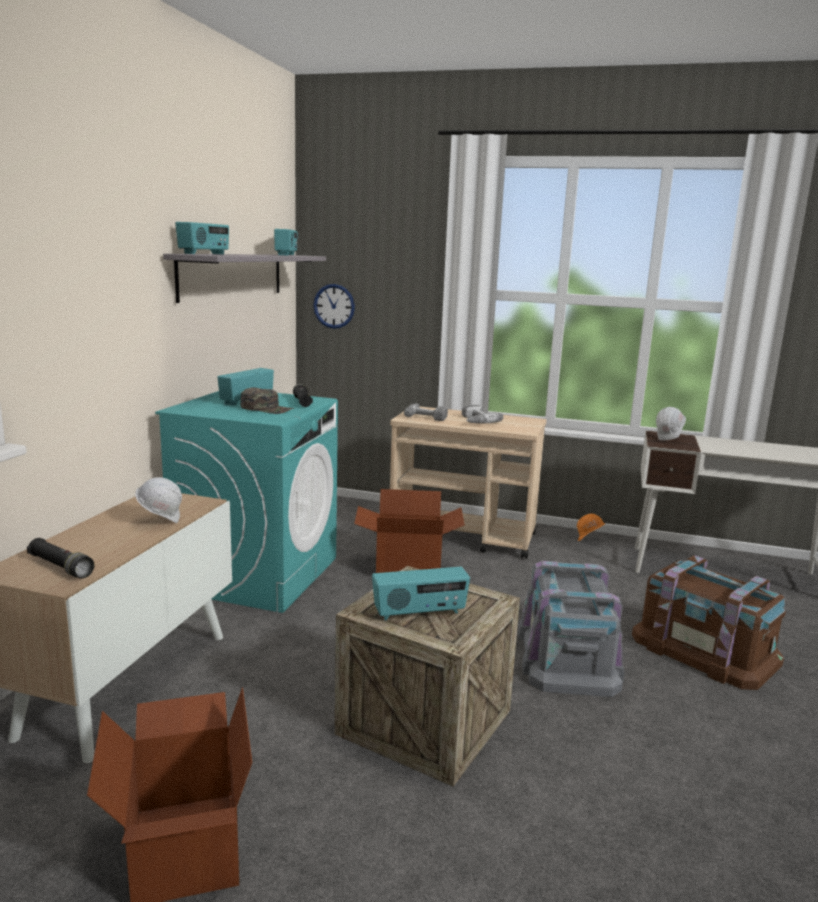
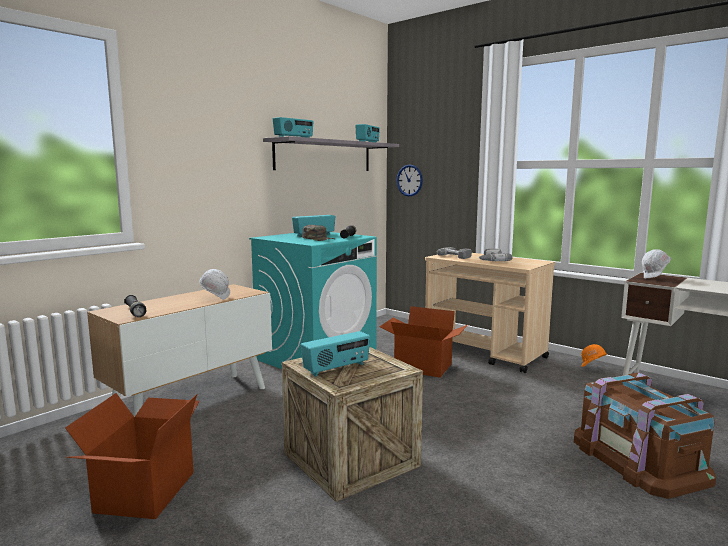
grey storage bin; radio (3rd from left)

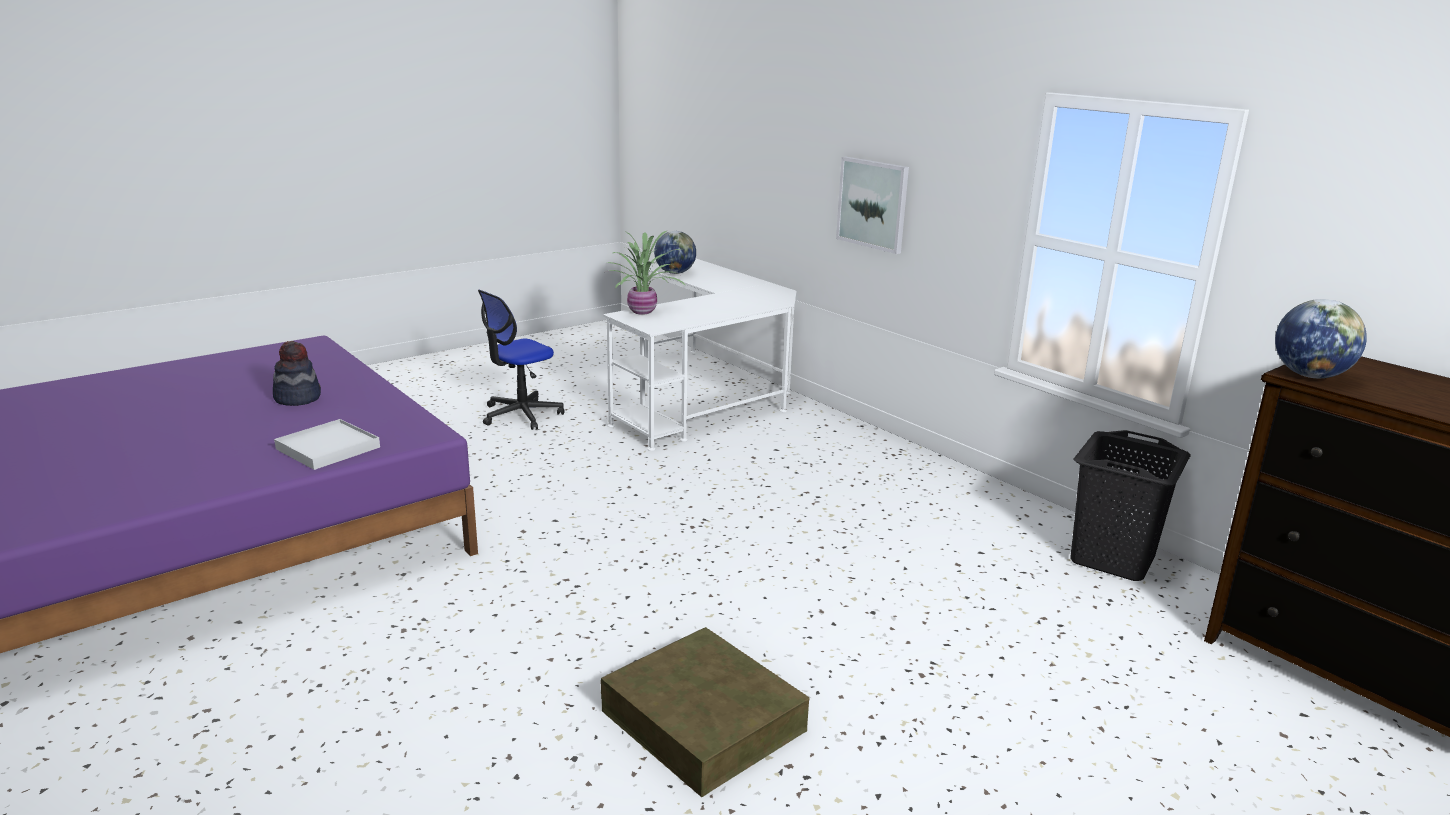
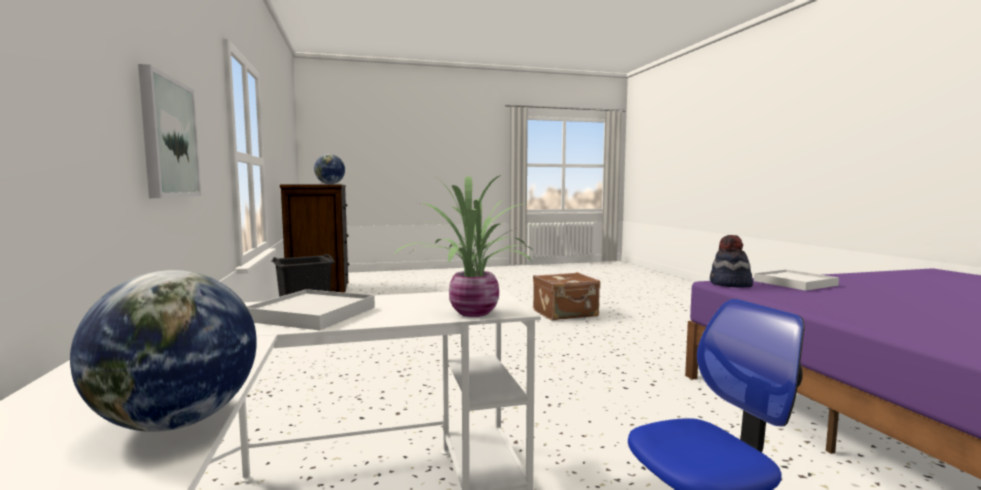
white-coloured tray (1st from left); wearable hat; brownish suitcase

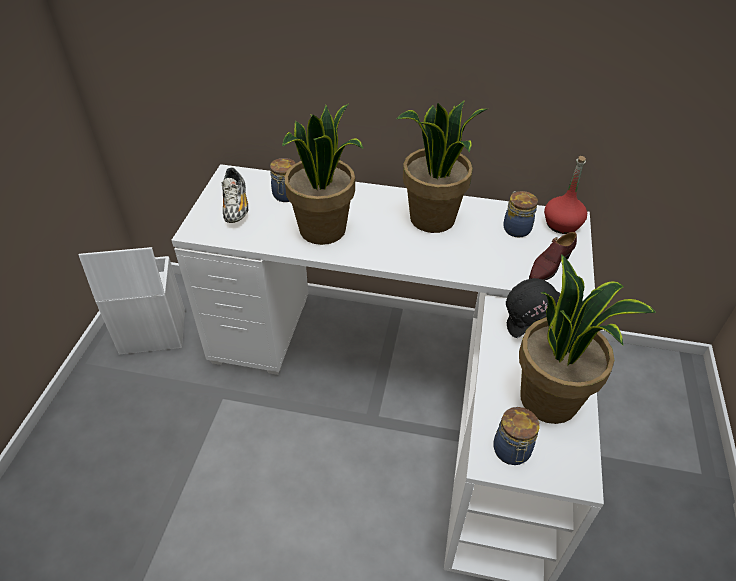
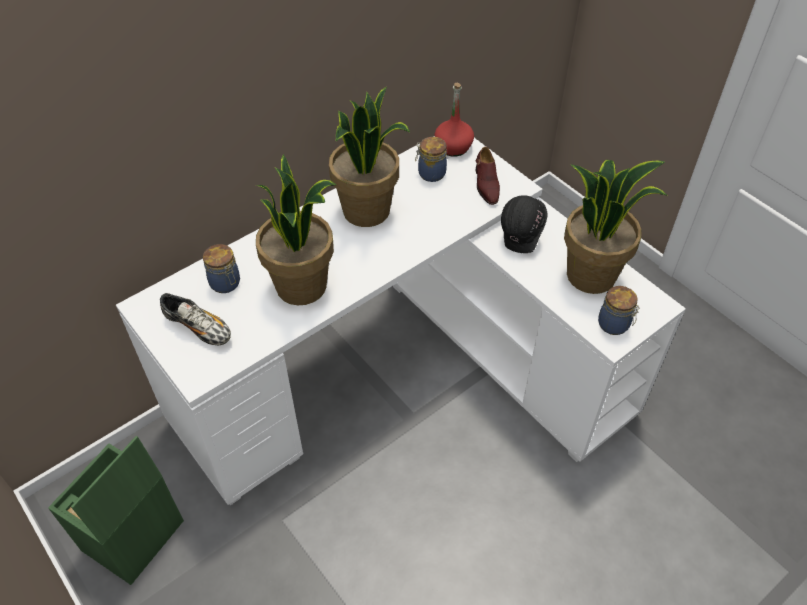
green storage bin

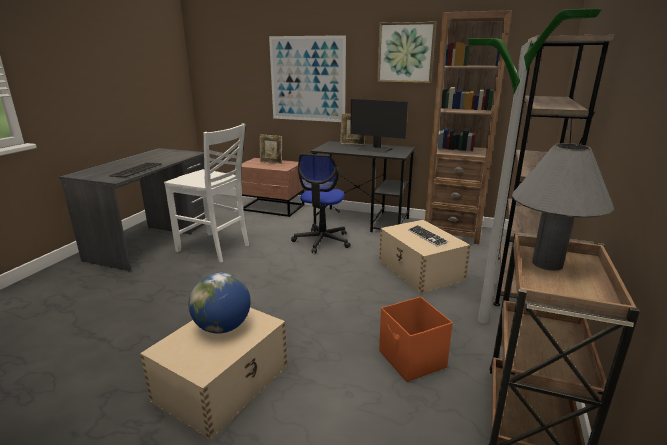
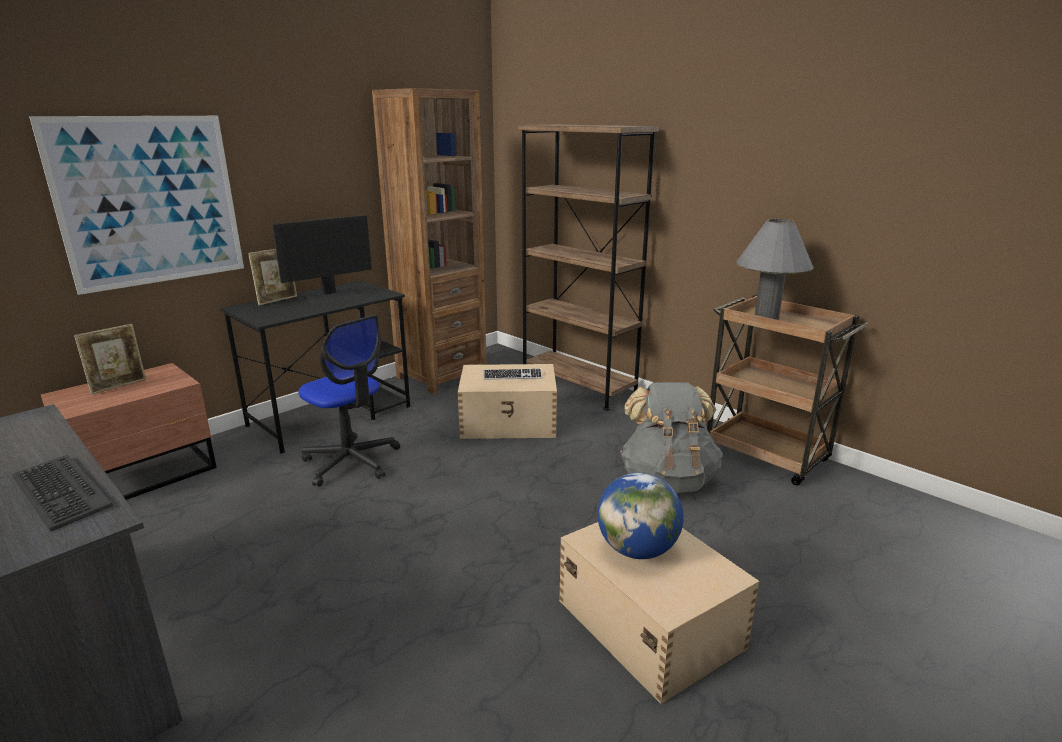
white-coloured upright chair; wall picture (2nd from left in the first image); standard lamp; grey rucksack

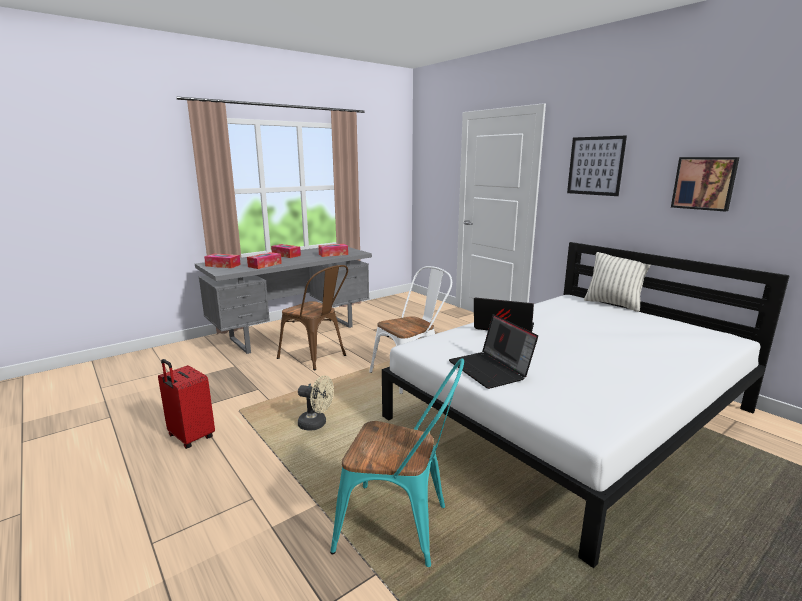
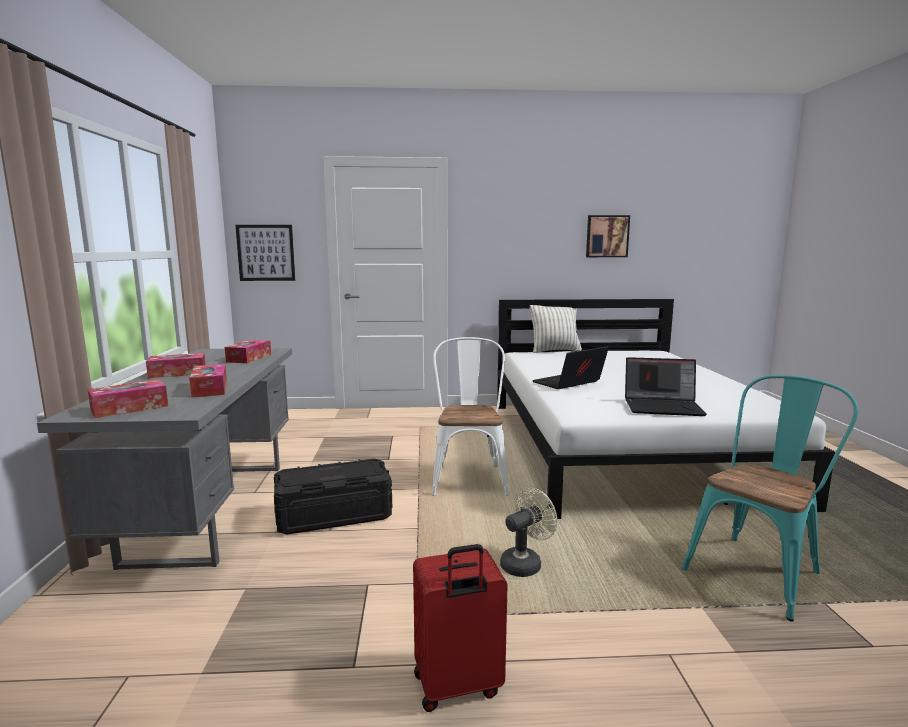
wall picture (1st from left); black-coloured storage bin

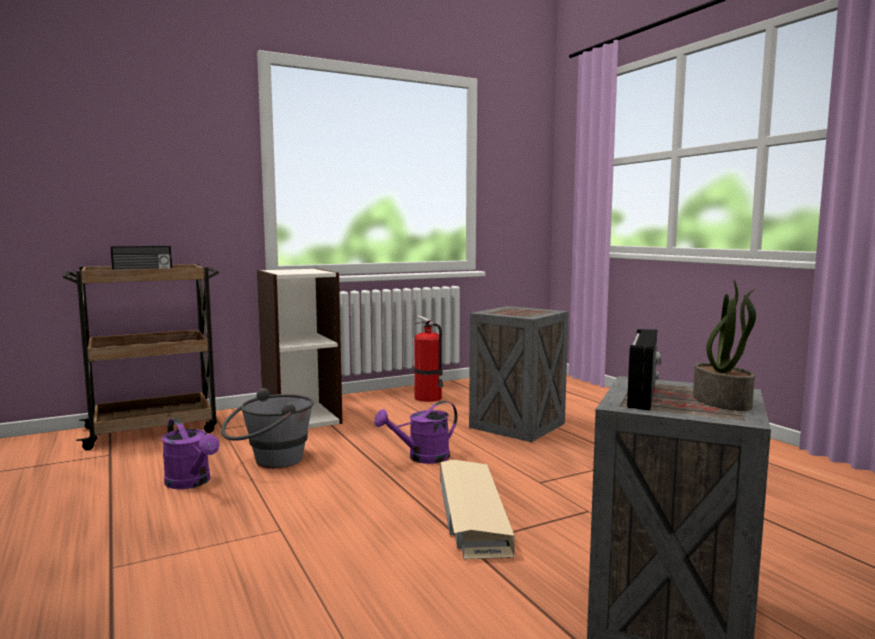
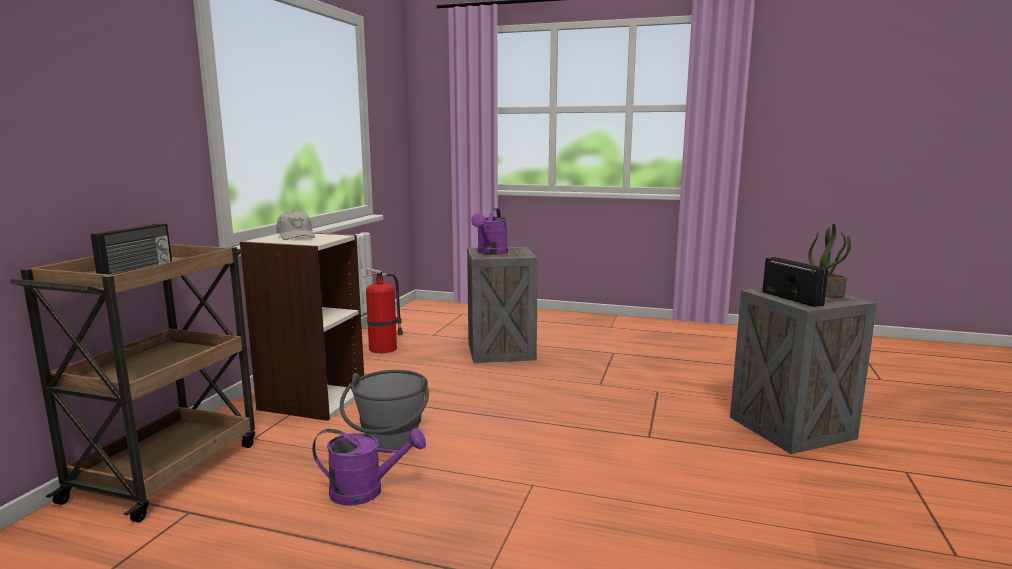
beige storage bin; white-coloured cap; purplish watering can (2nd from left)

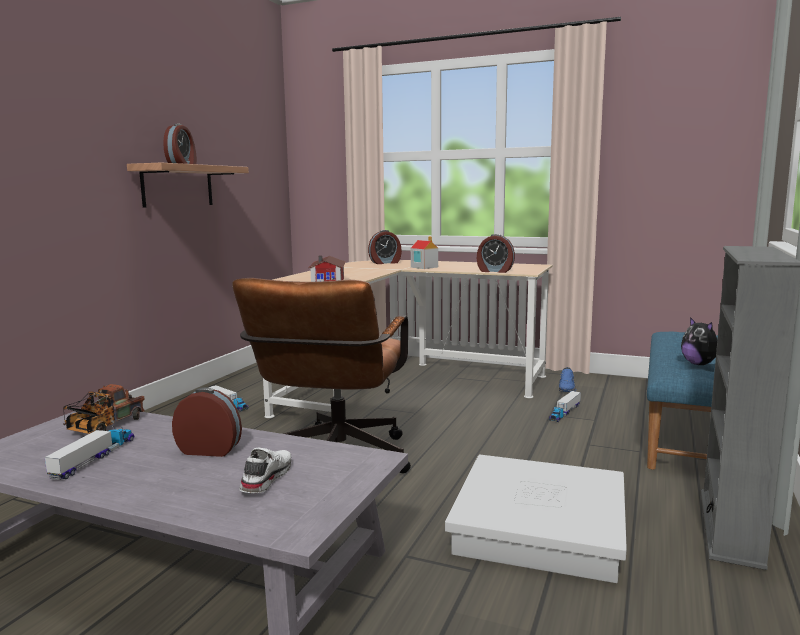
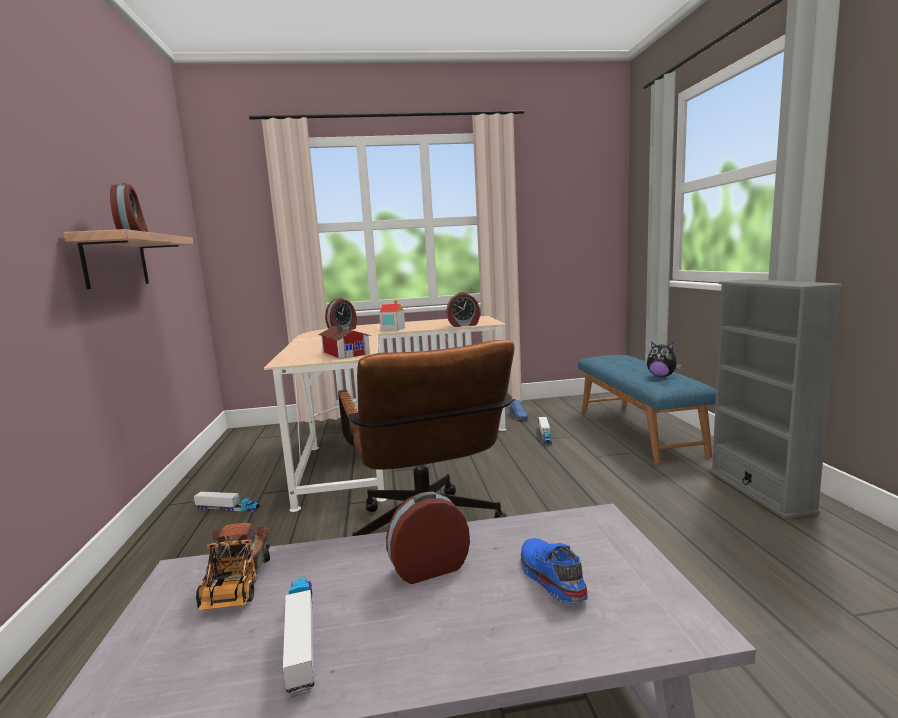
white-coloured storage bin; bluish shoe (2nd from left)

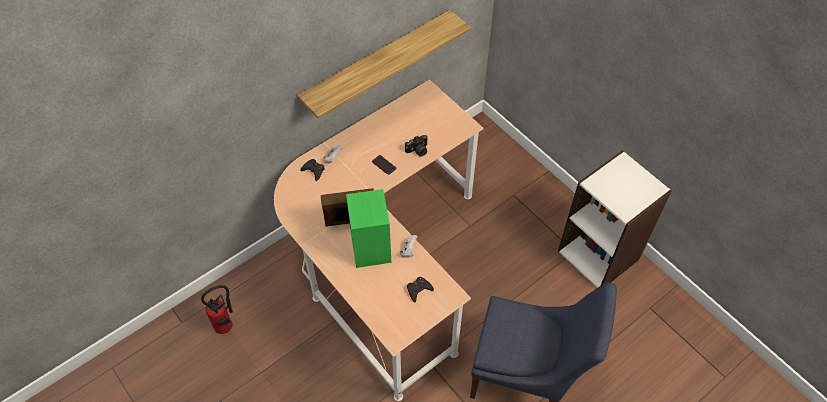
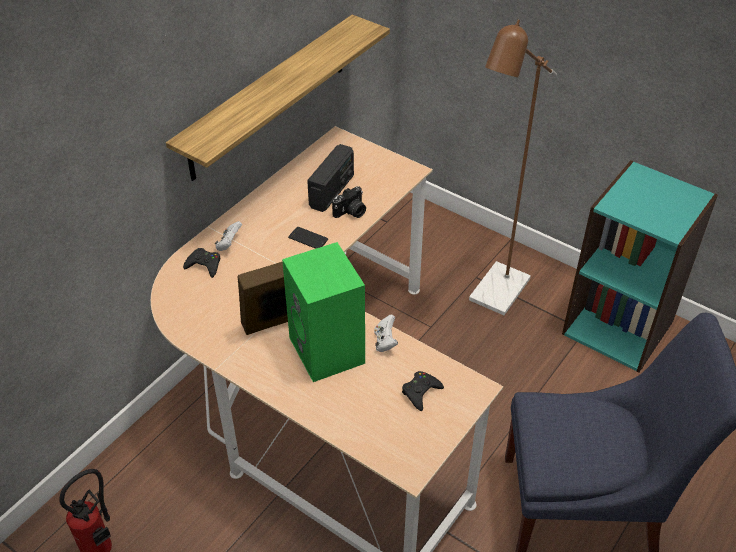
radio; brownish standard lamp; blue-green shelving unit

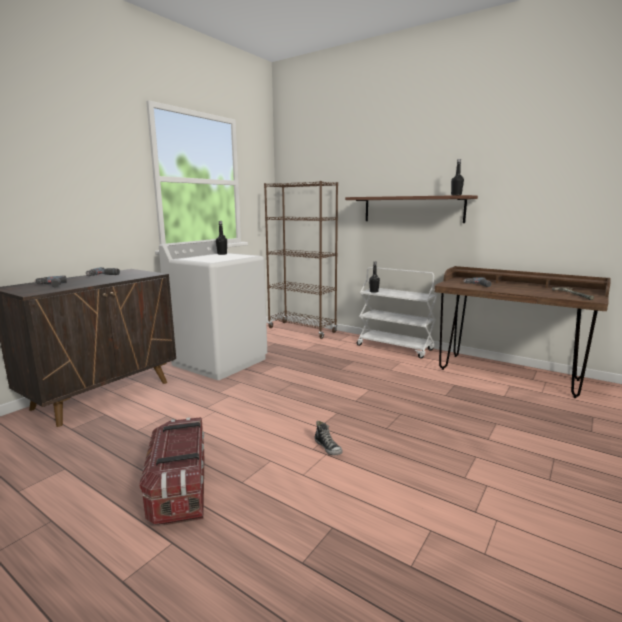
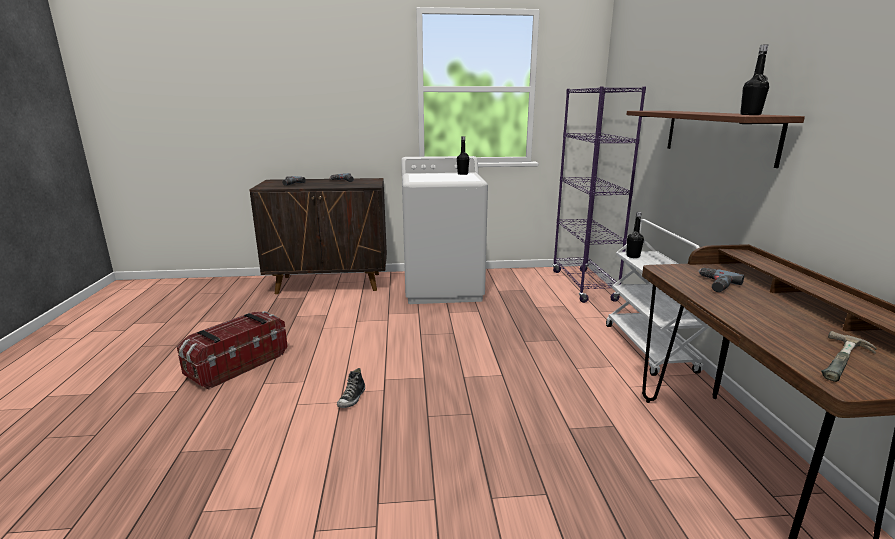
purplish shelving unit

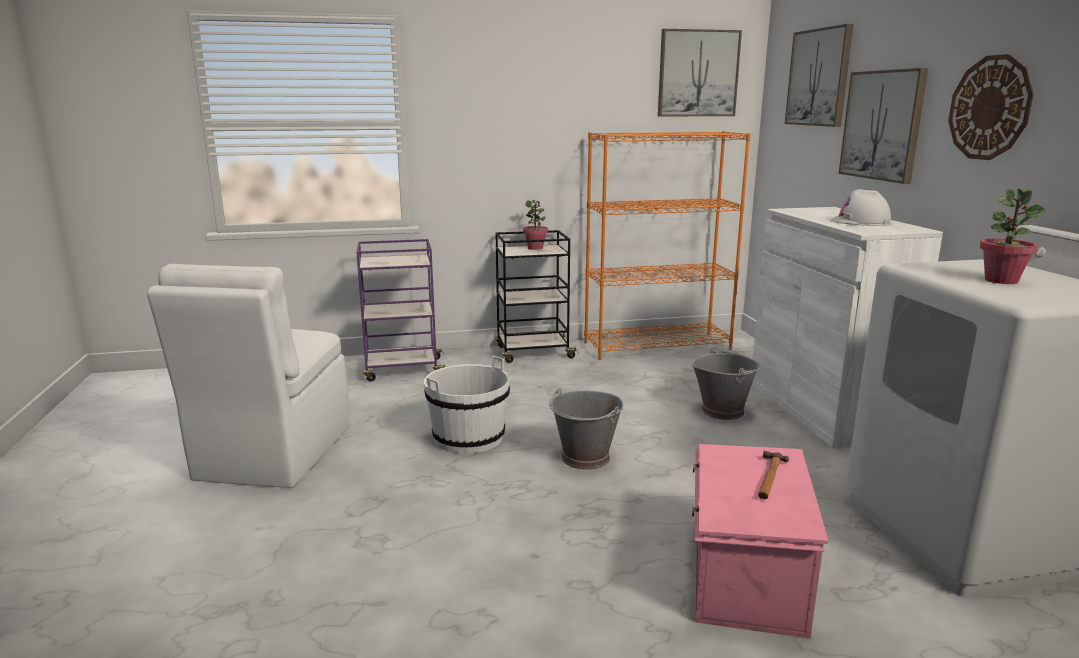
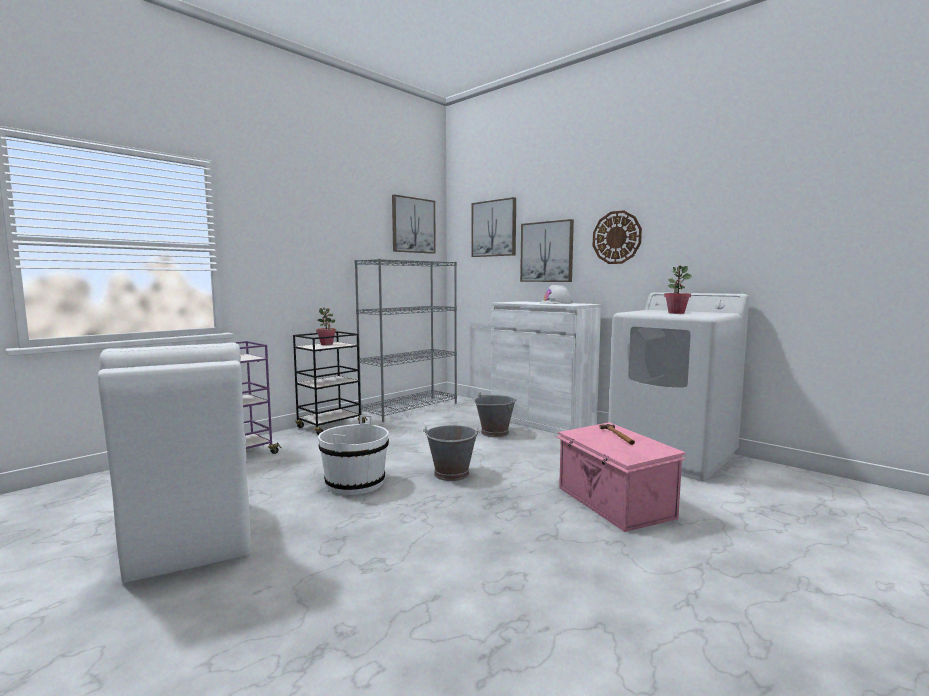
grey shelving unit

